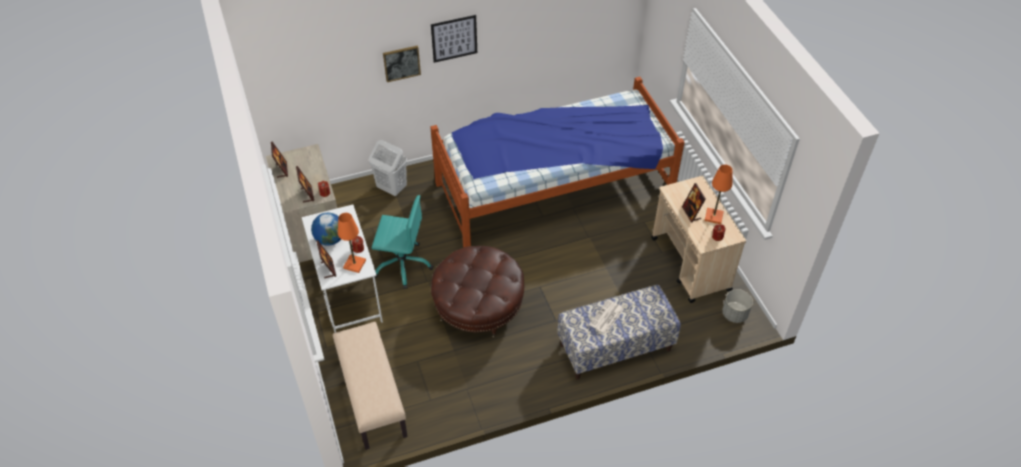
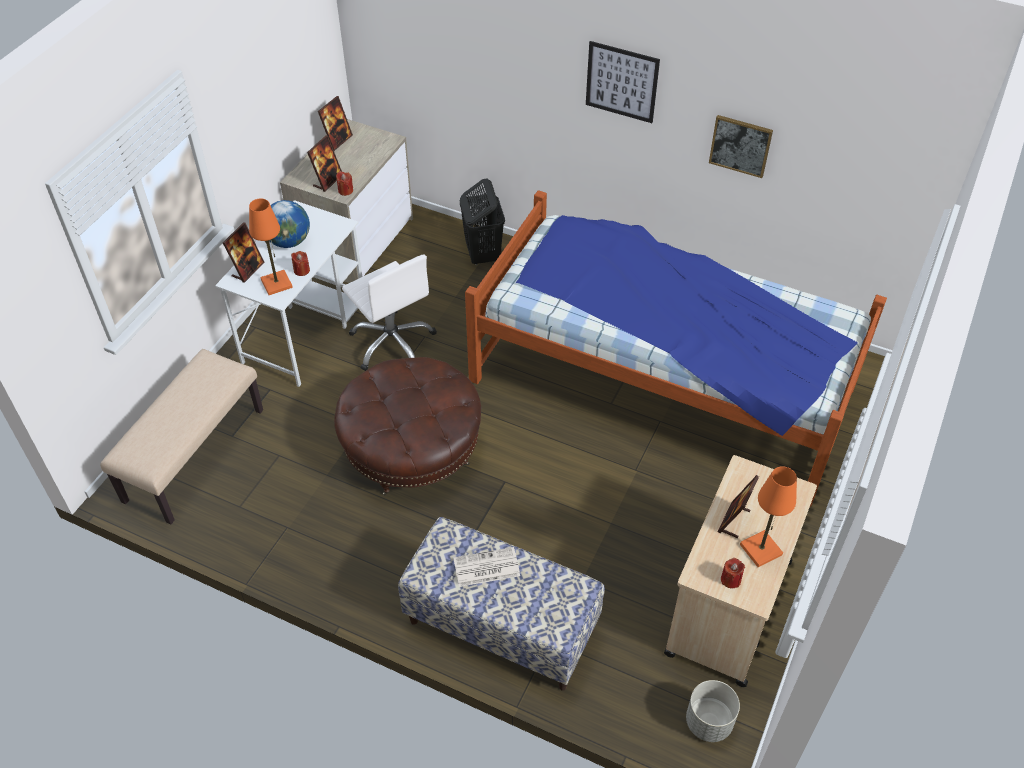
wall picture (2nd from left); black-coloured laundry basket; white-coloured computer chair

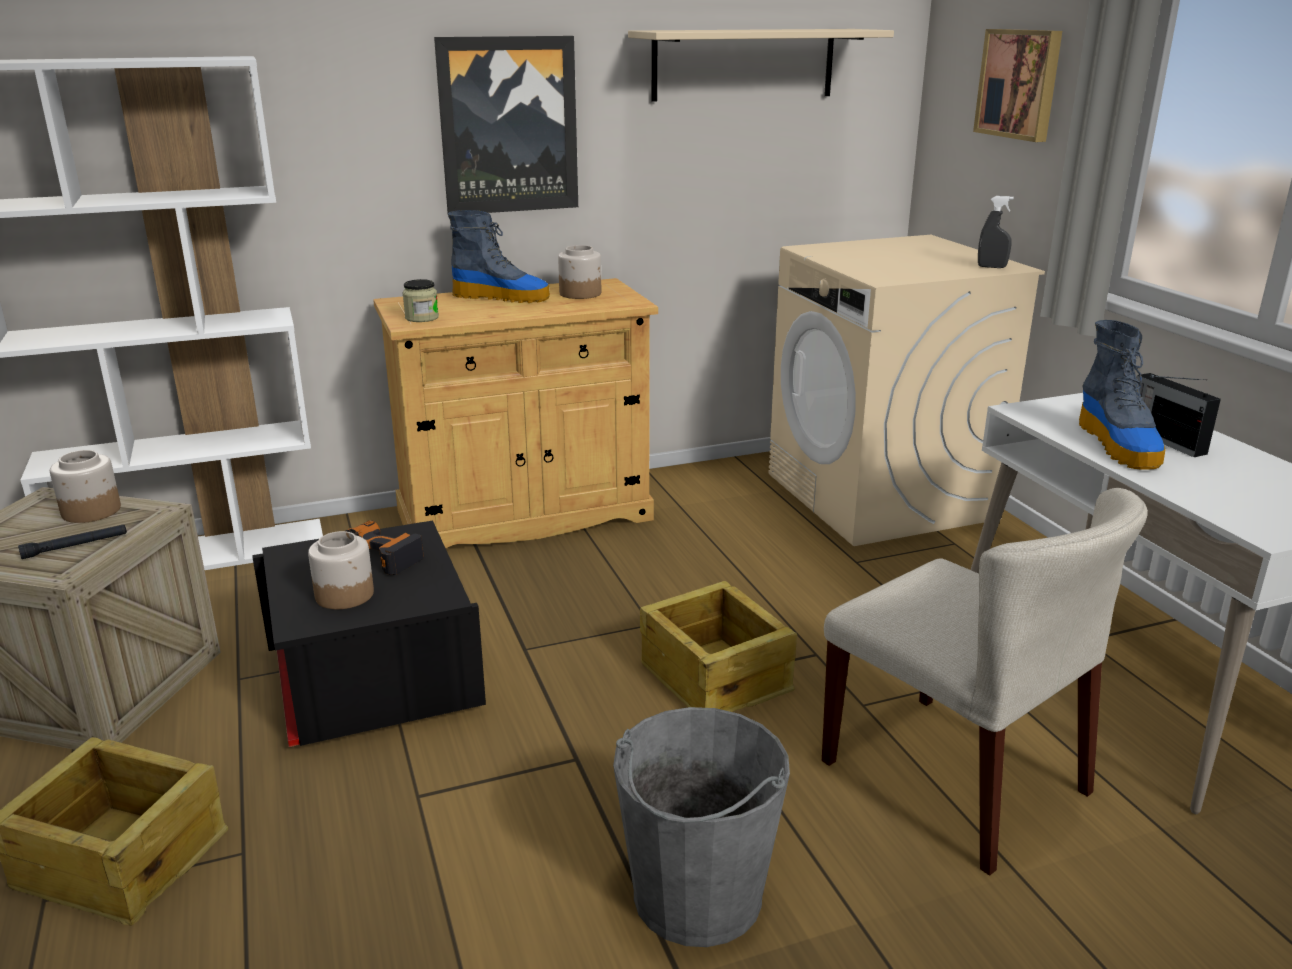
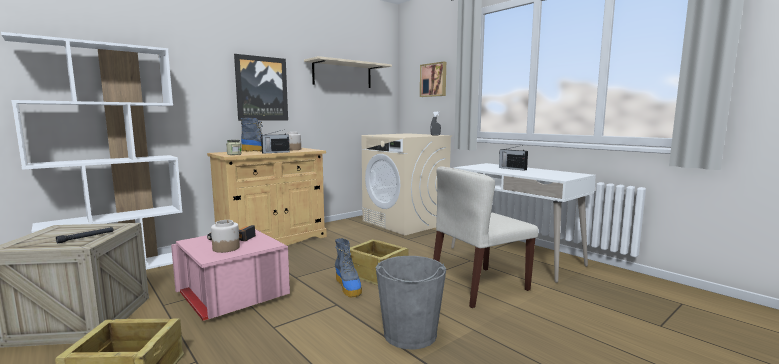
jar (1st from left in the first image); radio (1st from left); high-top boot (2nd from left); pinkish storage bin; beige upright chair

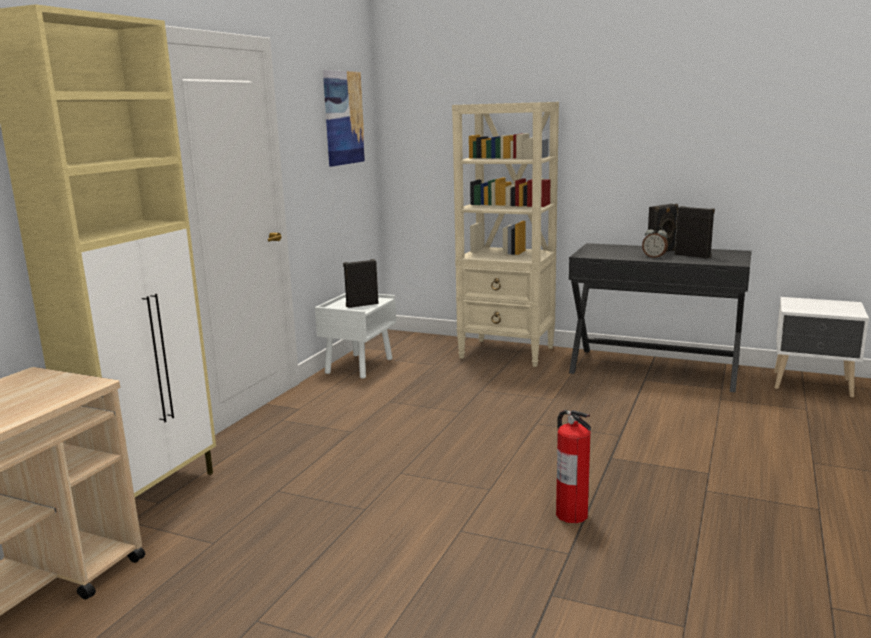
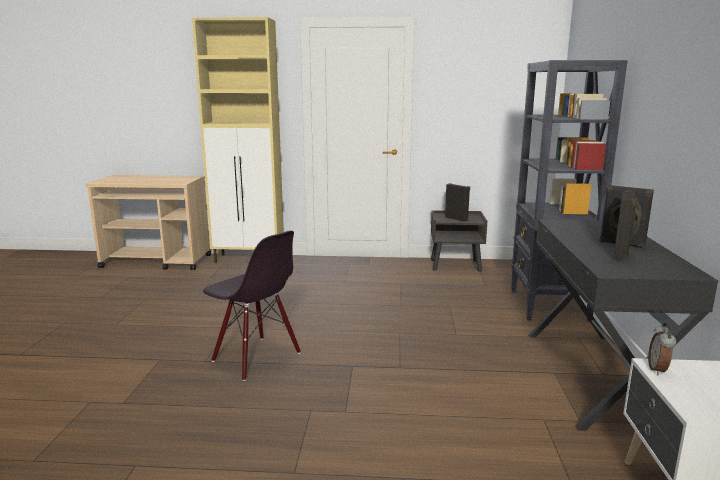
wall picture; alarm clock; black-coloured upright chair; brownish bedside table; black-coloured shelving unit

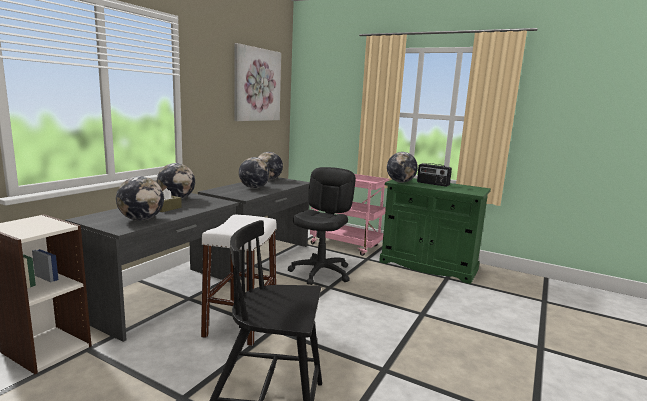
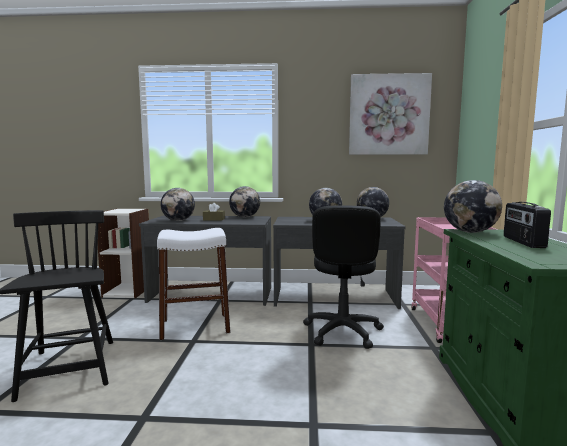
black-coloured computer chair

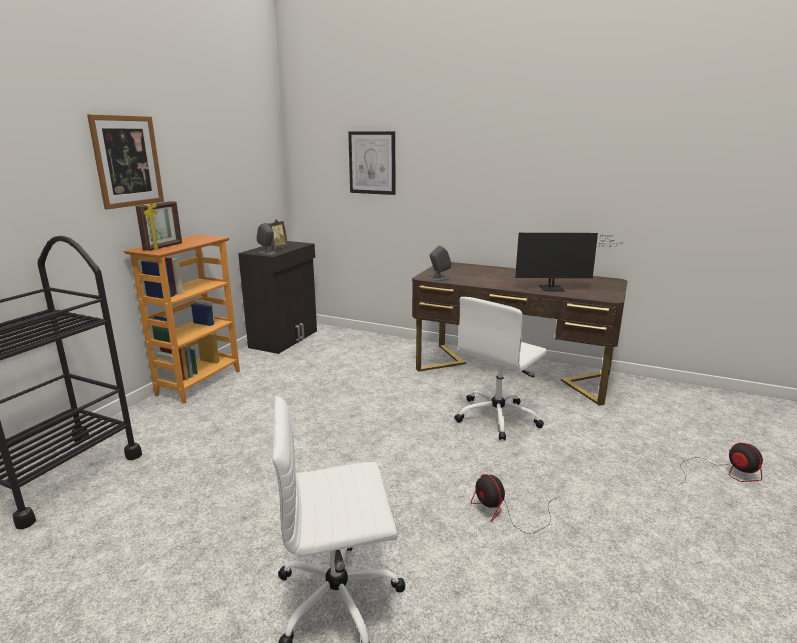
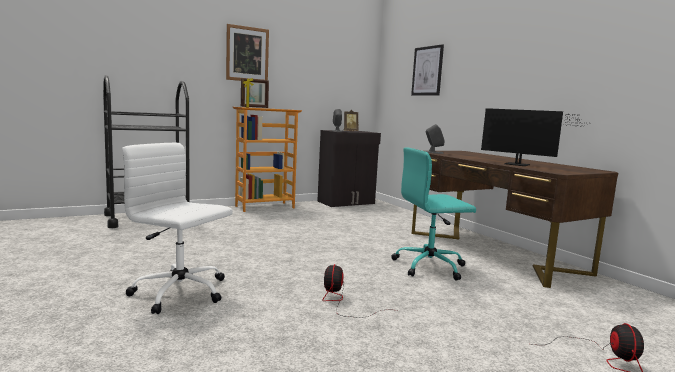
blue-green computer chair

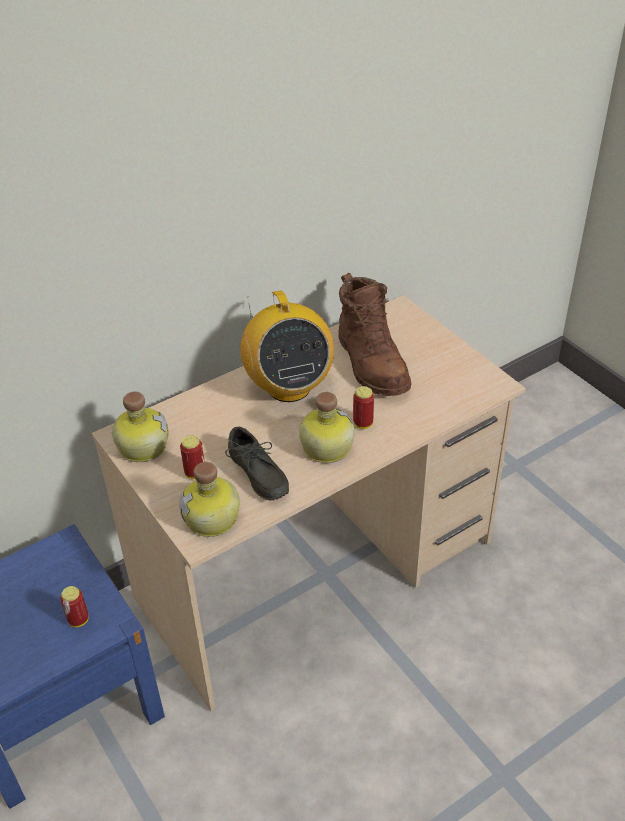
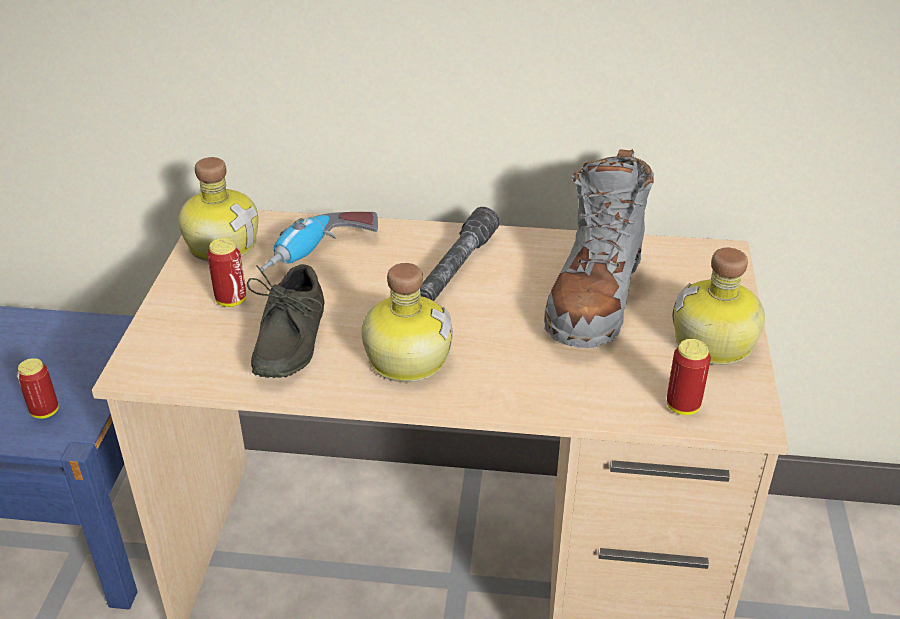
drill; beverage bottle (3rd from left); metal can (3rd from left); grey flashlight; grey high-top boot

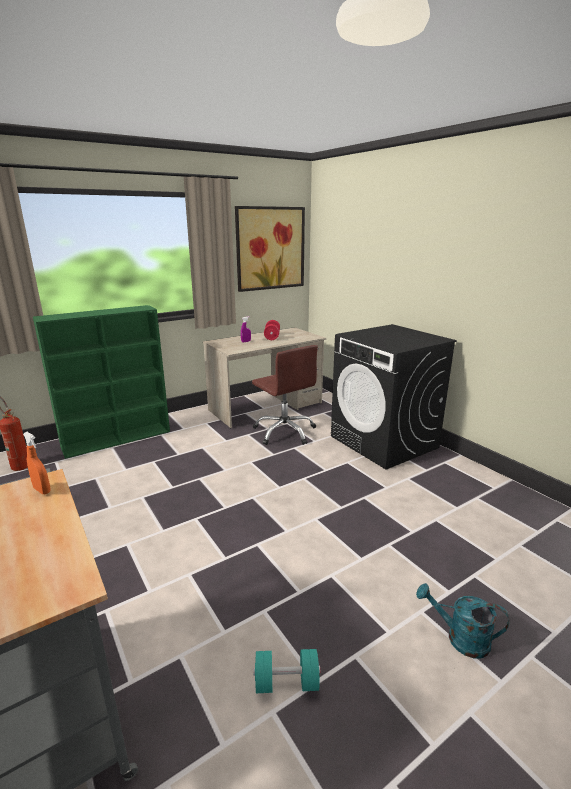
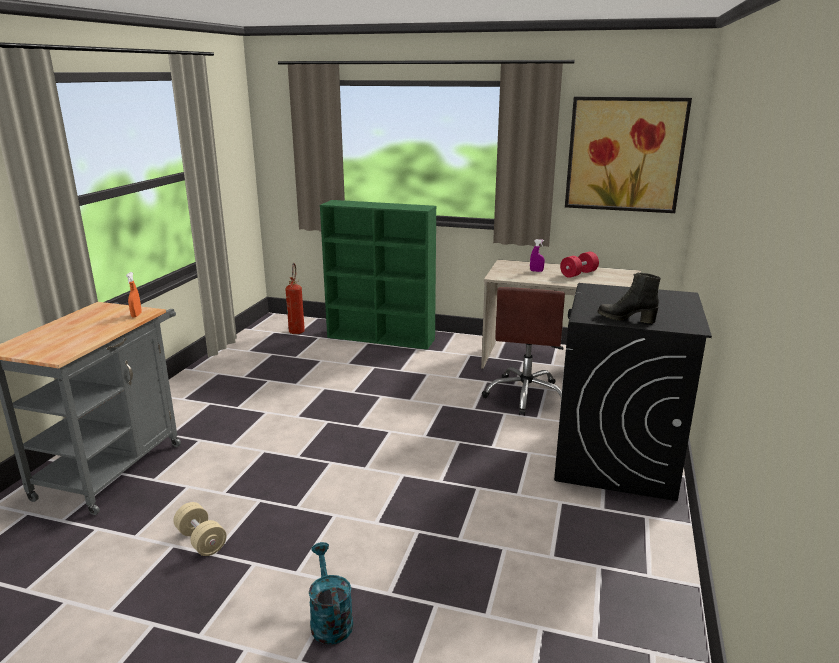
black-coloured high-top boot; beige free weight

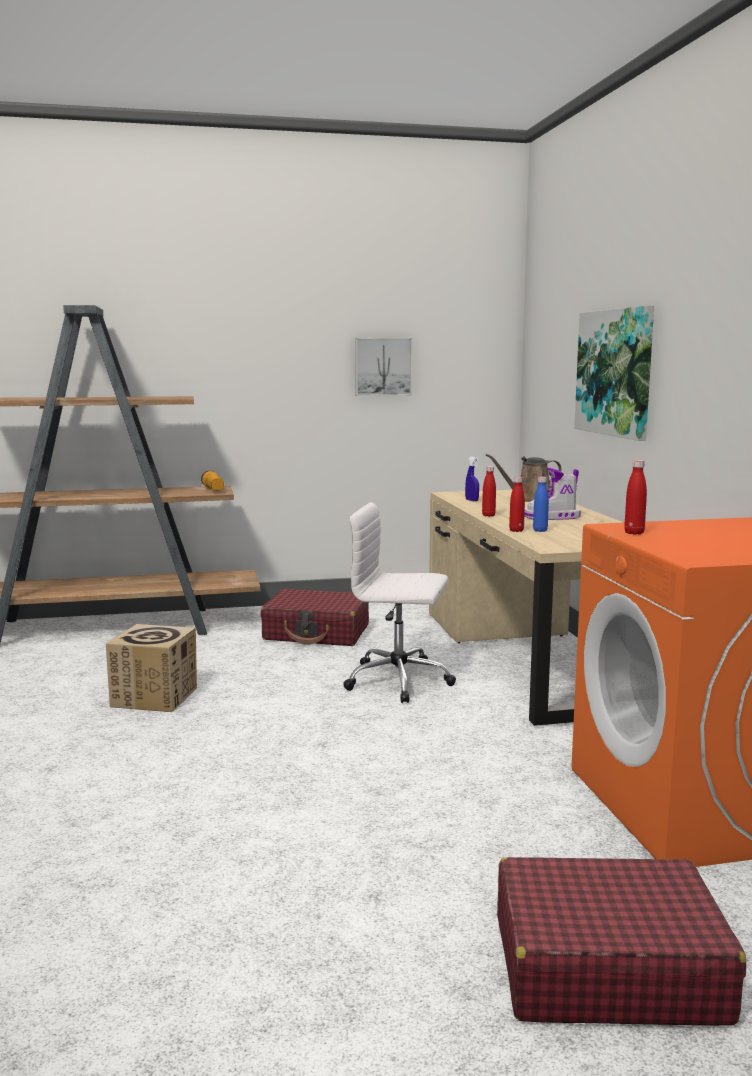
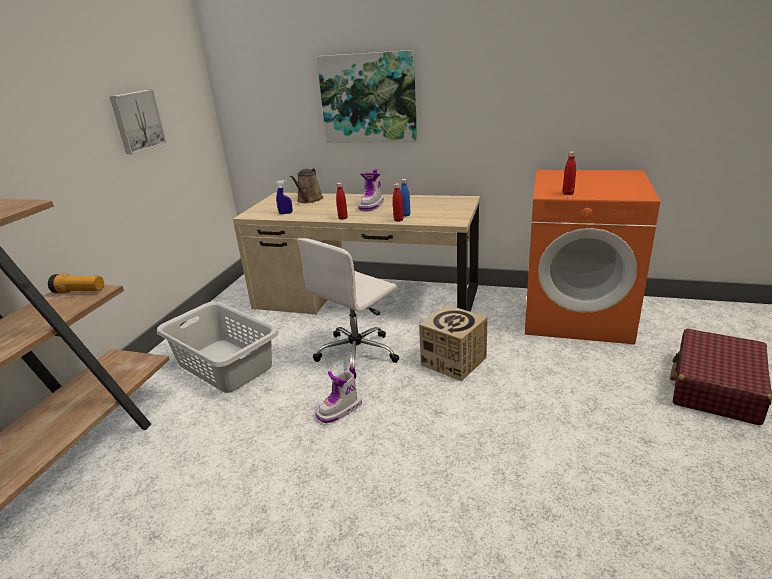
high-top boot (1st from left); cardboard box; grey laundry basket

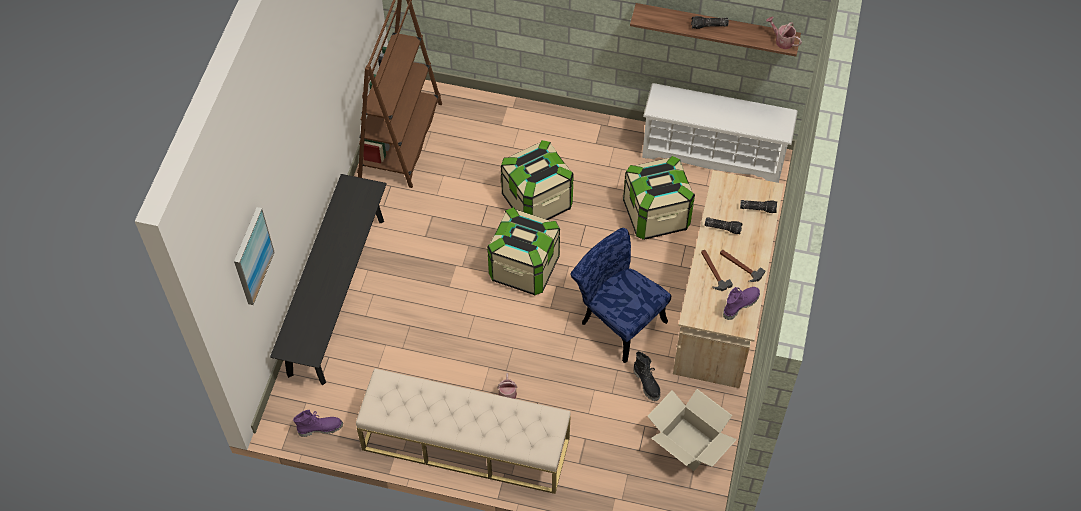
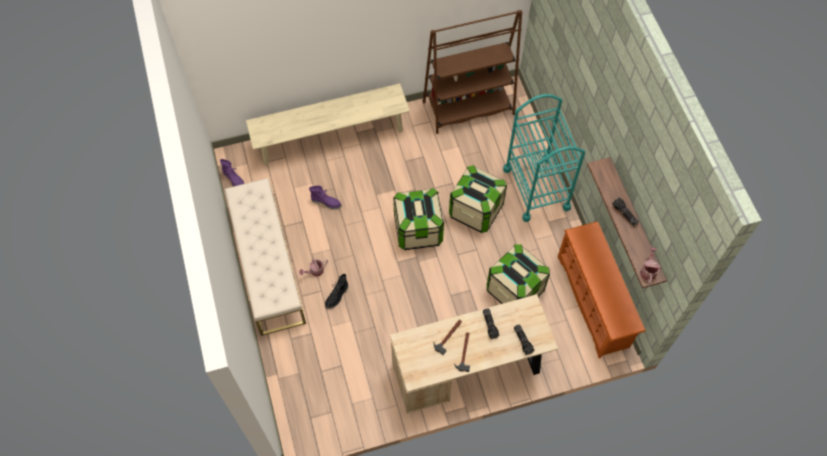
wall picture; bluish upright chair; cardboard box; blue-green cart; black-coloured high-top boot; purplish high-top boot (2nd from left); beige bench (2nd from left); orange-coloured shoe stand

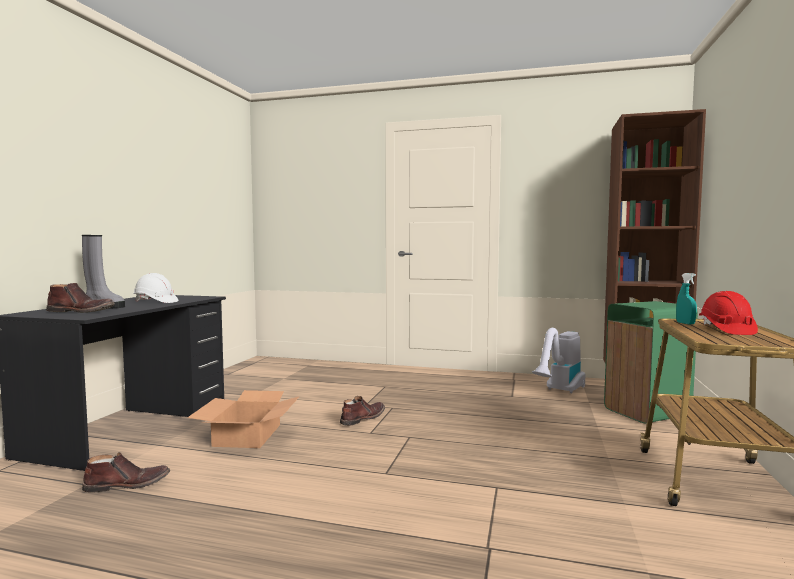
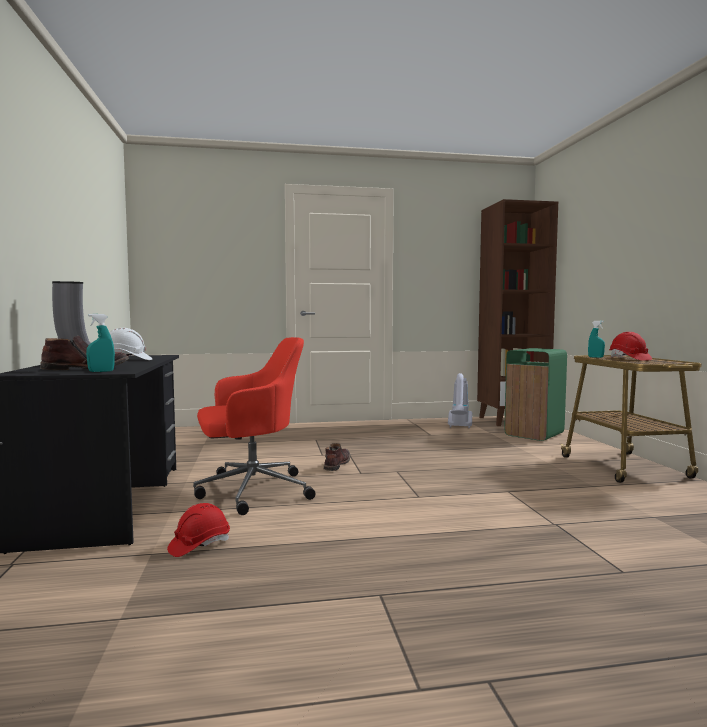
blue-green spray bottle (1st from left); red-coloured hard hat (1st from left); red-coloured computer chair

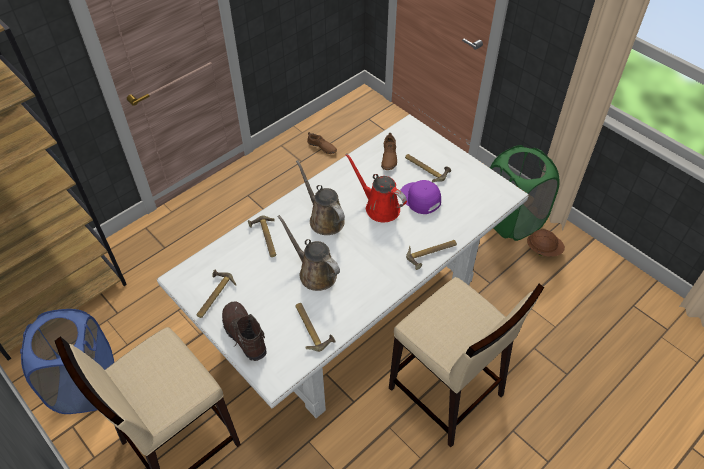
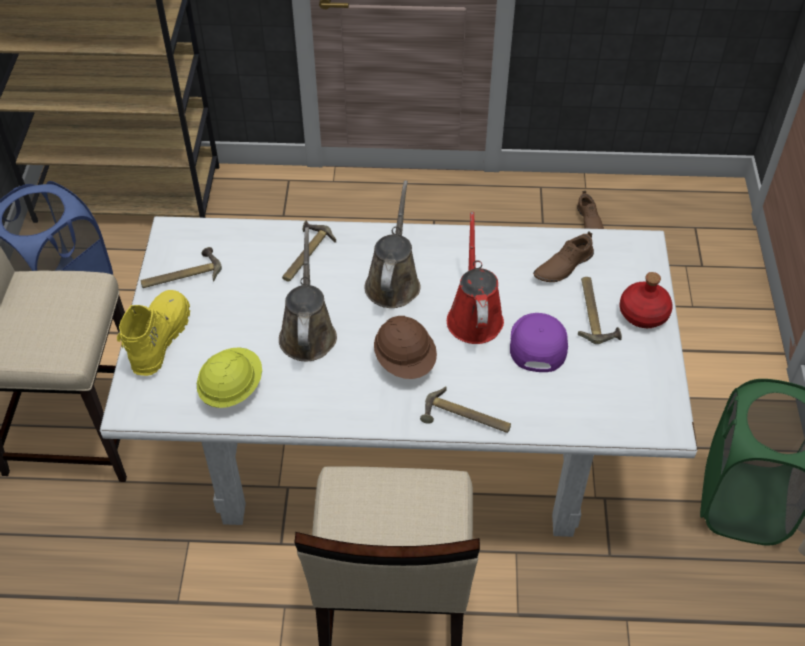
red-coloured beverage bottle; brownish hard hat; yellow hard hat; yellow high-top boot

